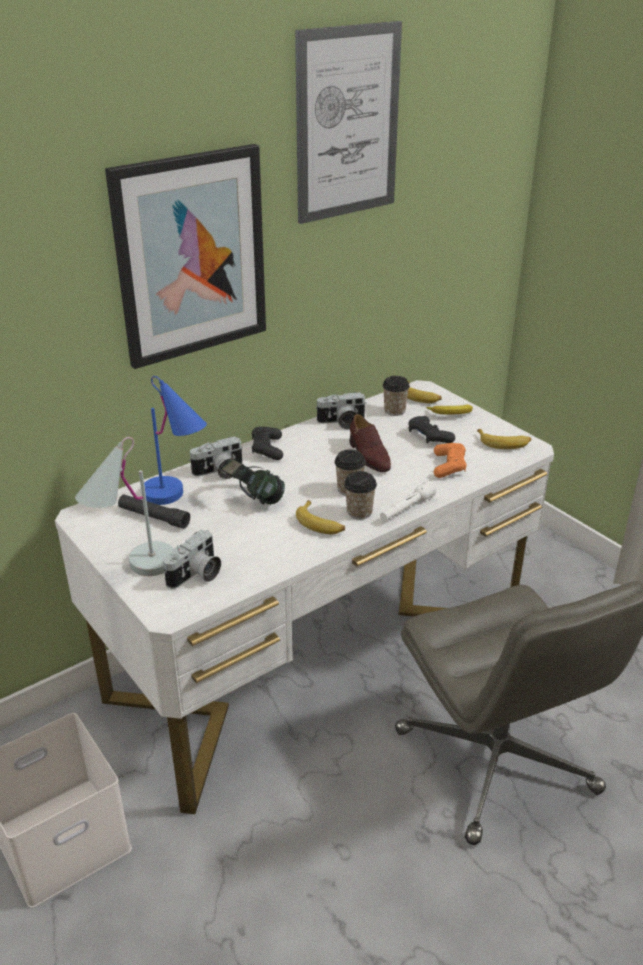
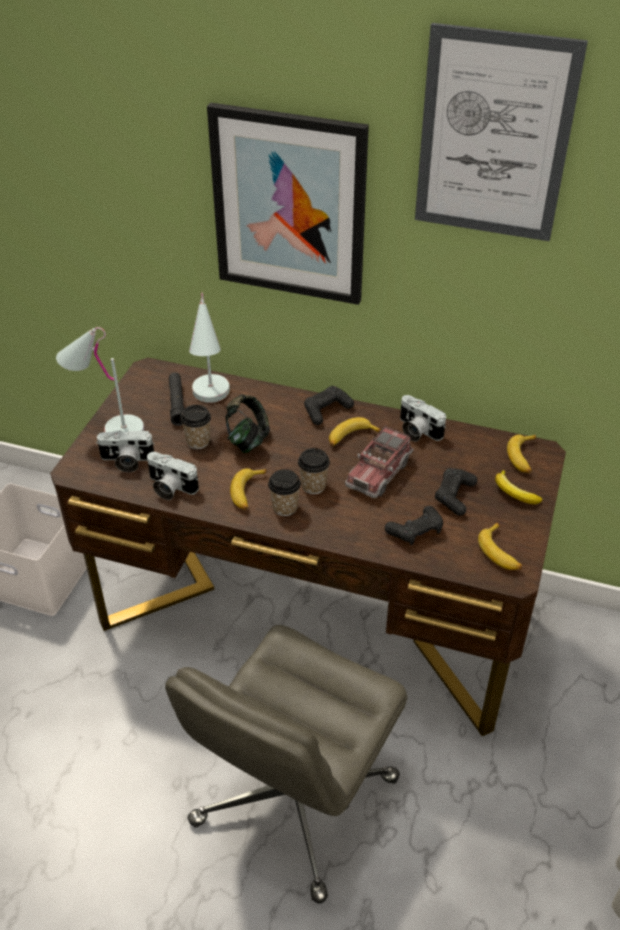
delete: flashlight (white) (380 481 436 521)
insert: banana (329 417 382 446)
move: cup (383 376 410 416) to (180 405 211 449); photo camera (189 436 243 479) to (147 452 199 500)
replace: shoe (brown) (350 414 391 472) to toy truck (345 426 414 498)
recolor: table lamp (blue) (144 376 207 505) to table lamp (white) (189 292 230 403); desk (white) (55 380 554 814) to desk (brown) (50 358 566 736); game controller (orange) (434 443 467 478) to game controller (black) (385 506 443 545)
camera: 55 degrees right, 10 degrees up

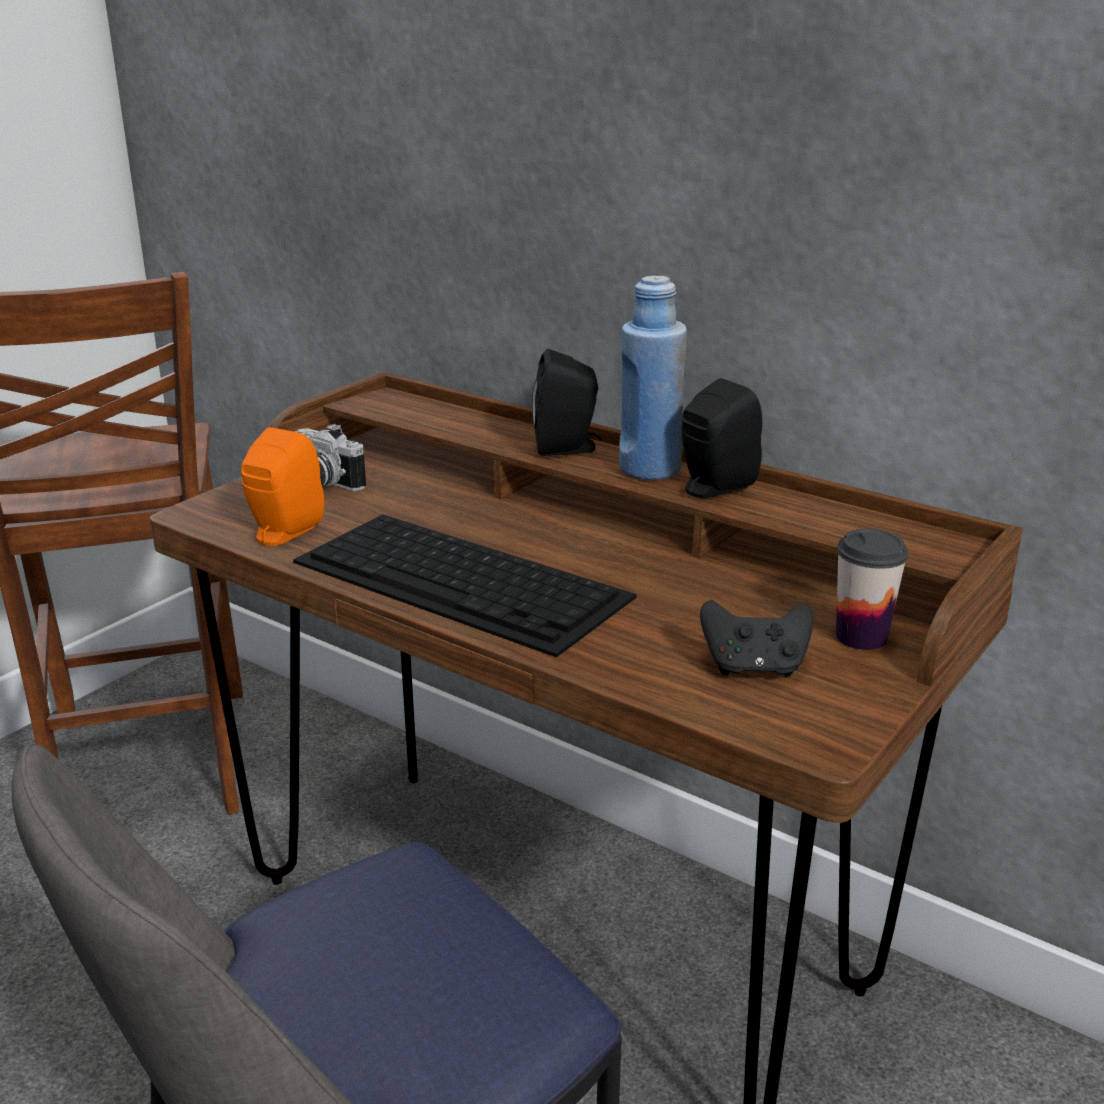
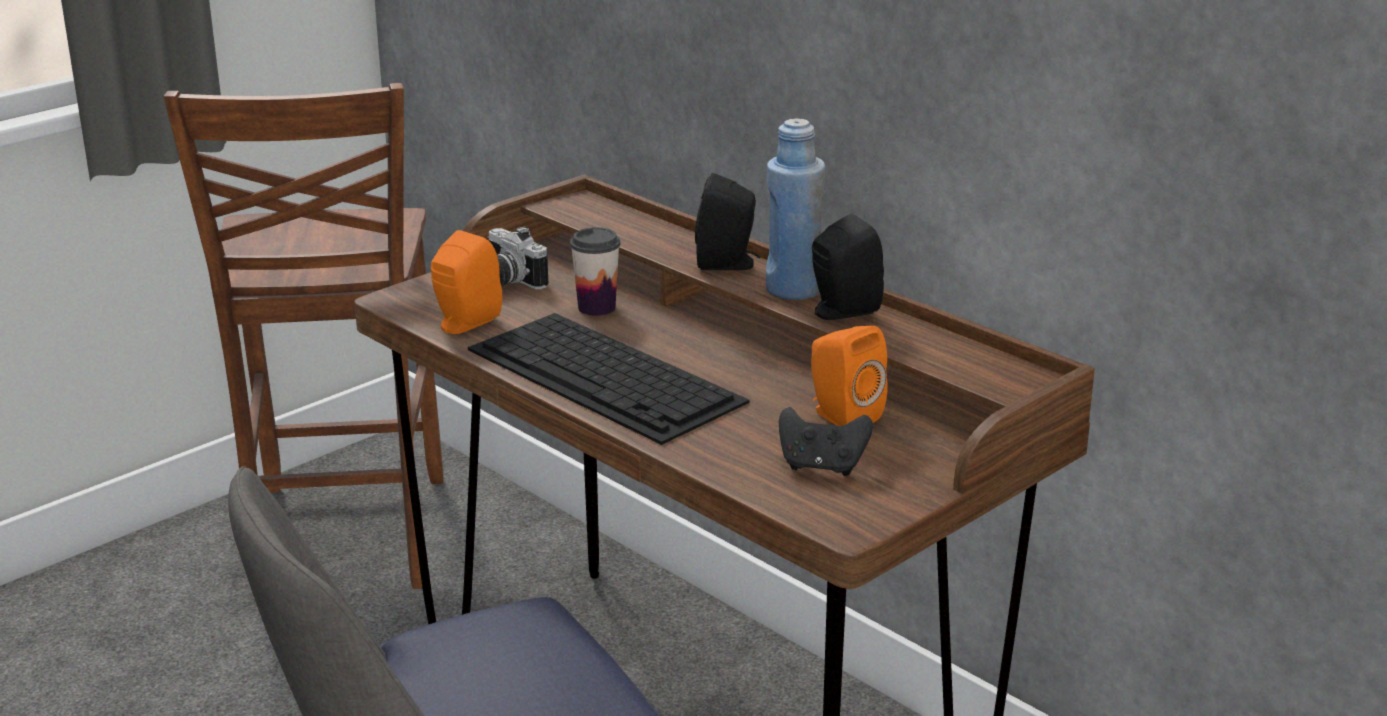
insert: speaker (orange) (811 326 888 426)
move: cup (836 528 909 650) to (570 227 620 316)
camera: 10 degrees right, 0 degrees up

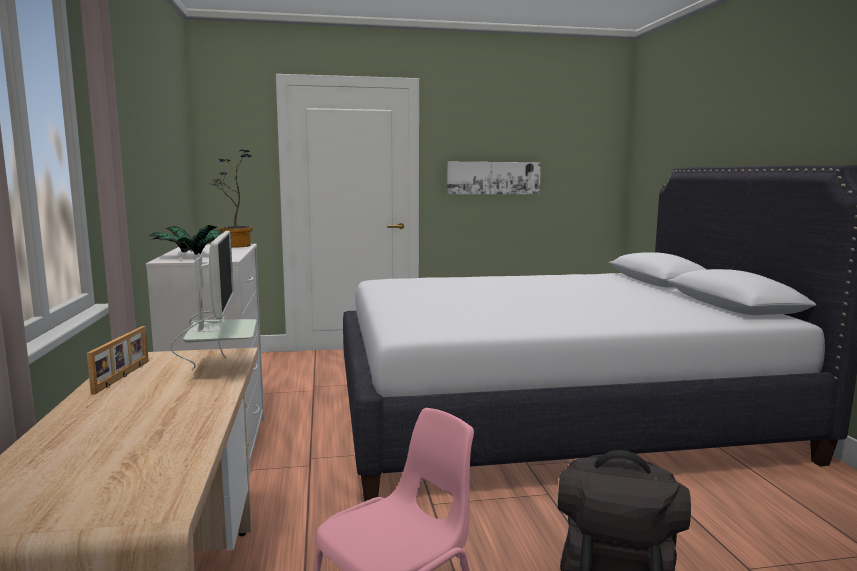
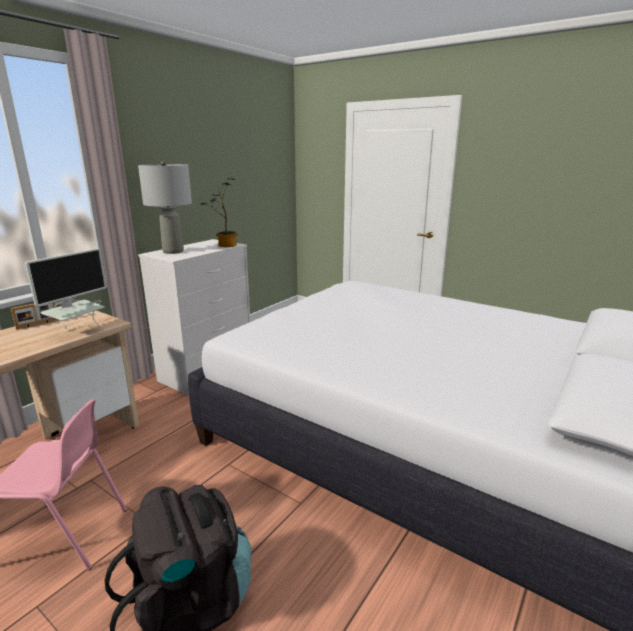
delete: picture (447 162 541 194)
replace: potted plant (149 225 224 255) to table lamp (grey) (138 161 192 254)
camera: 45 degrees right, 10 degrees up

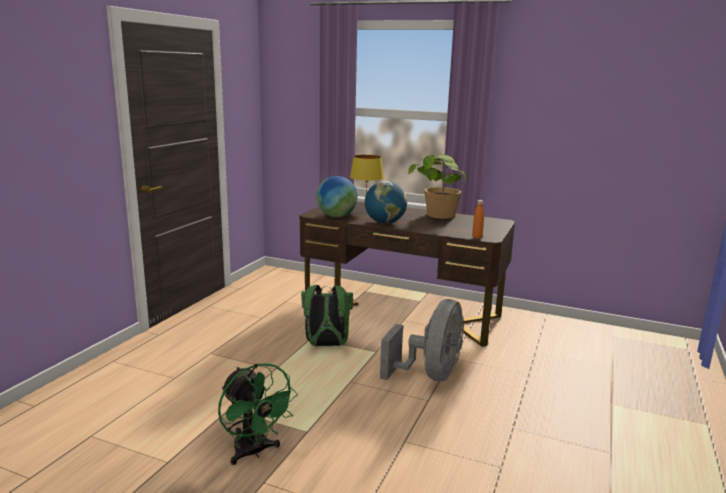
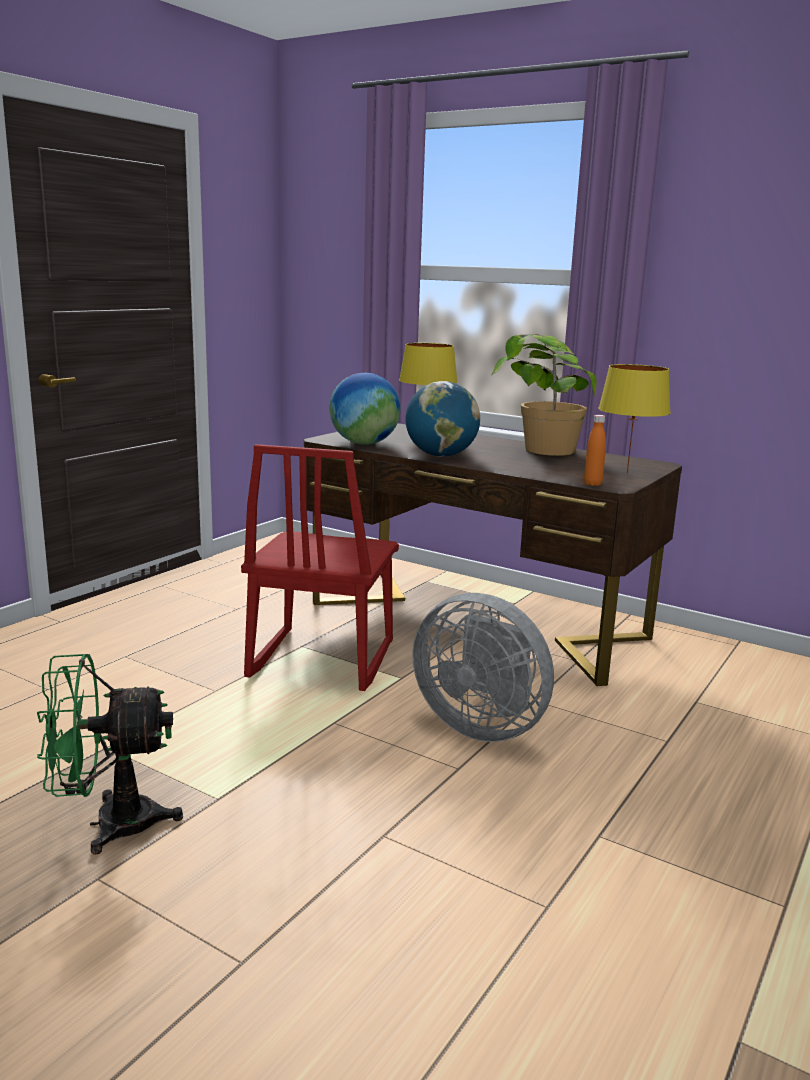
insert: table lamp (yellow) (598 364 671 473)
replace: backpack (green) (301 285 353 346) to chair (red) (241 444 399 691)
rotate: fan (grey) (380 299 464 381) = (412 593 554 742) 90 degrees clockwise; fan (green) (218 363 298 465) = (37 654 183 855) 105 degrees clockwise
camera: 10 degrees right, 0 degrees up

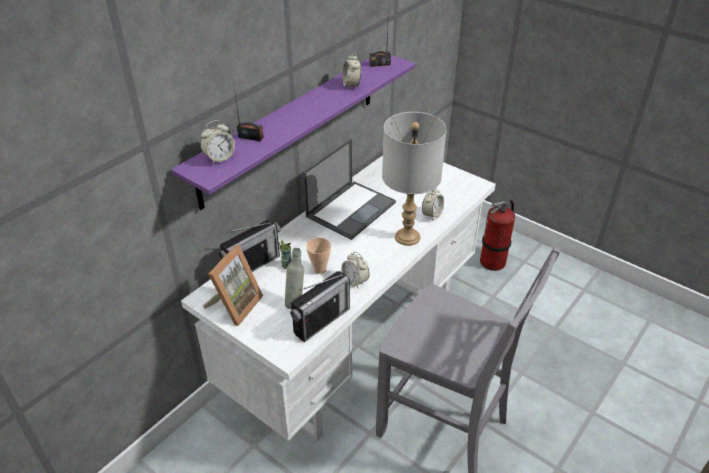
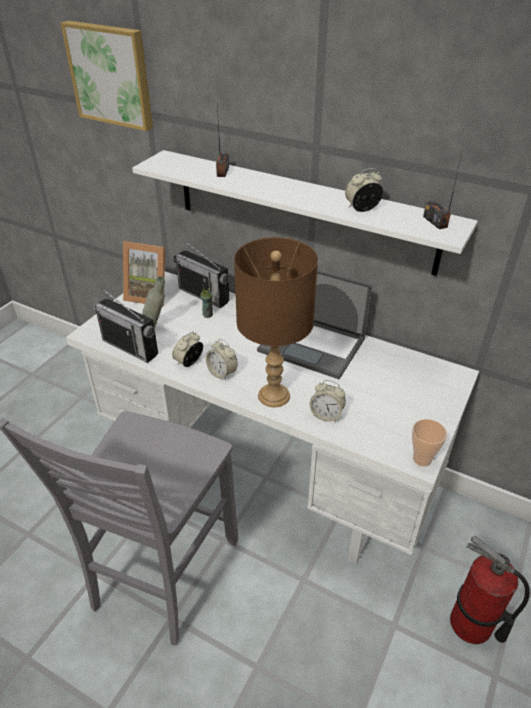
insert: picture (61 21 153 131)
move: alarm clock (200 120 235 164) to (206 339 238 381); cup (306 238 331 274) to (412 419 447 467)
recolor: shelf (purple) (171 55 415 210) to shelf (white) (132 150 478 276); table lamp (grey) (382 112 447 246) to table lamp (brown) (234 237 318 407)
camera: 80 degrees right, 0 degrees up

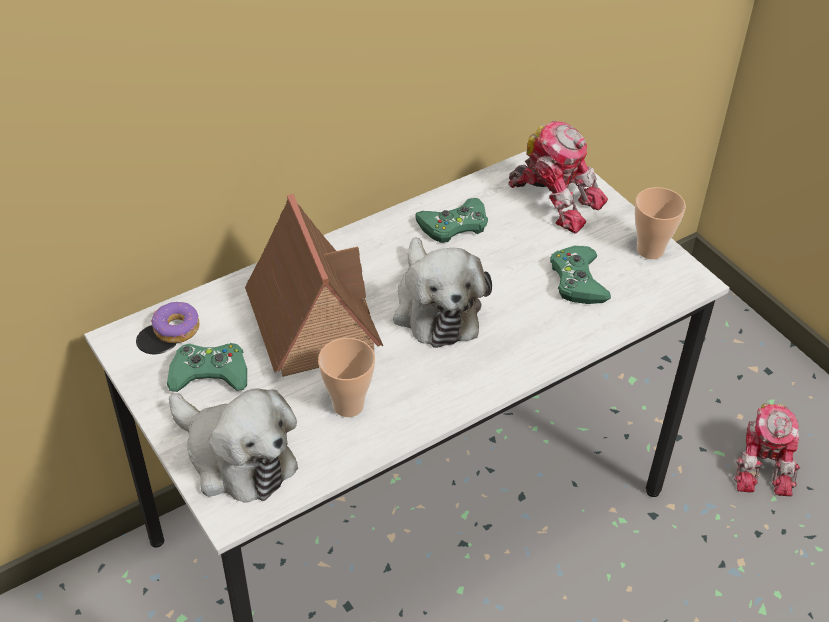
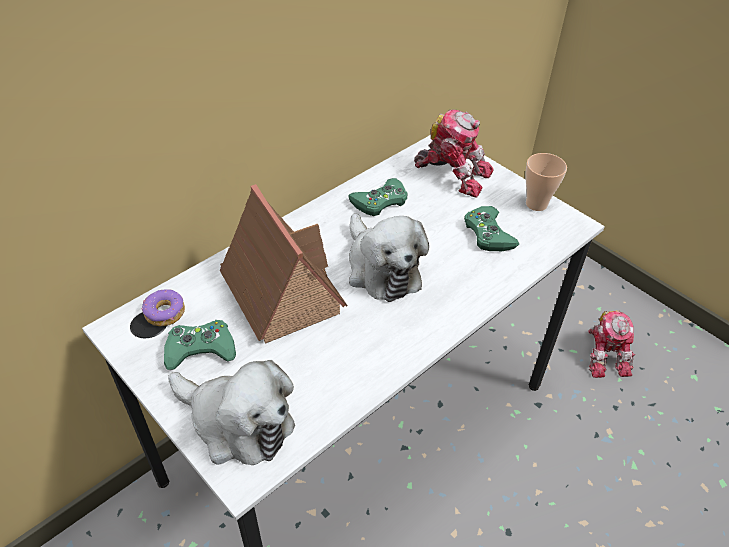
delete: cup (318 338 375 417)
camera: 10 degrees left, 0 degrees up

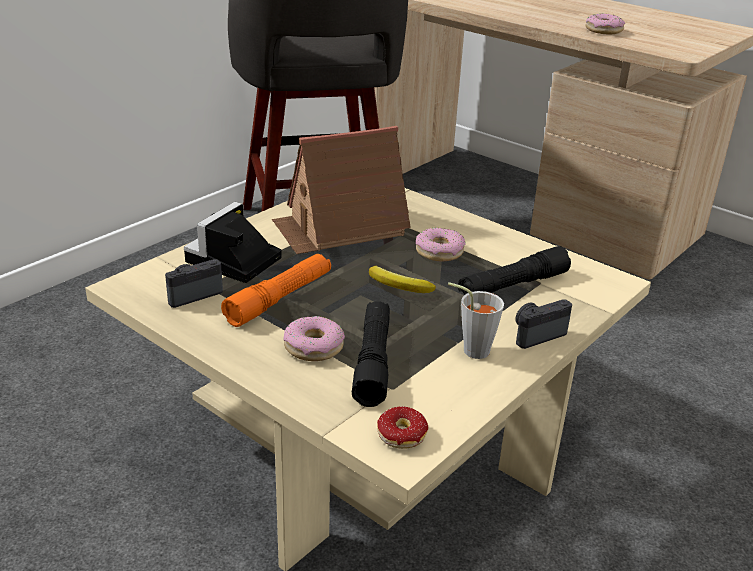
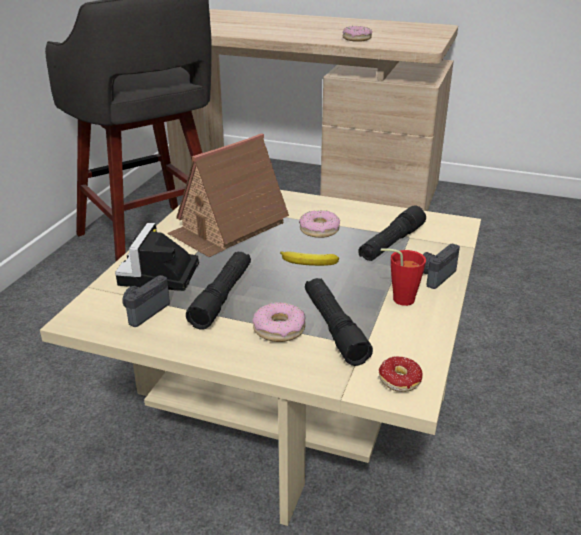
recolor: flashlight (orange) (221 254 331 327) to flashlight (black) (186 252 251 330); cup (grey) (448 282 504 359) to cup (red) (381 248 426 306)
camera: 20 degrees left, 0 degrees up

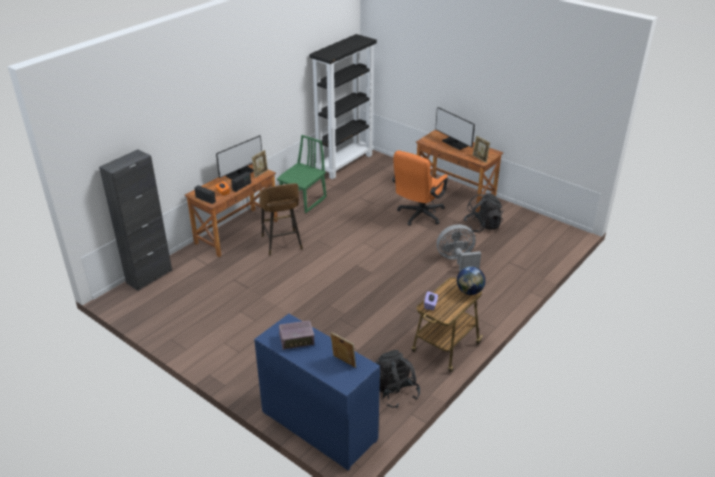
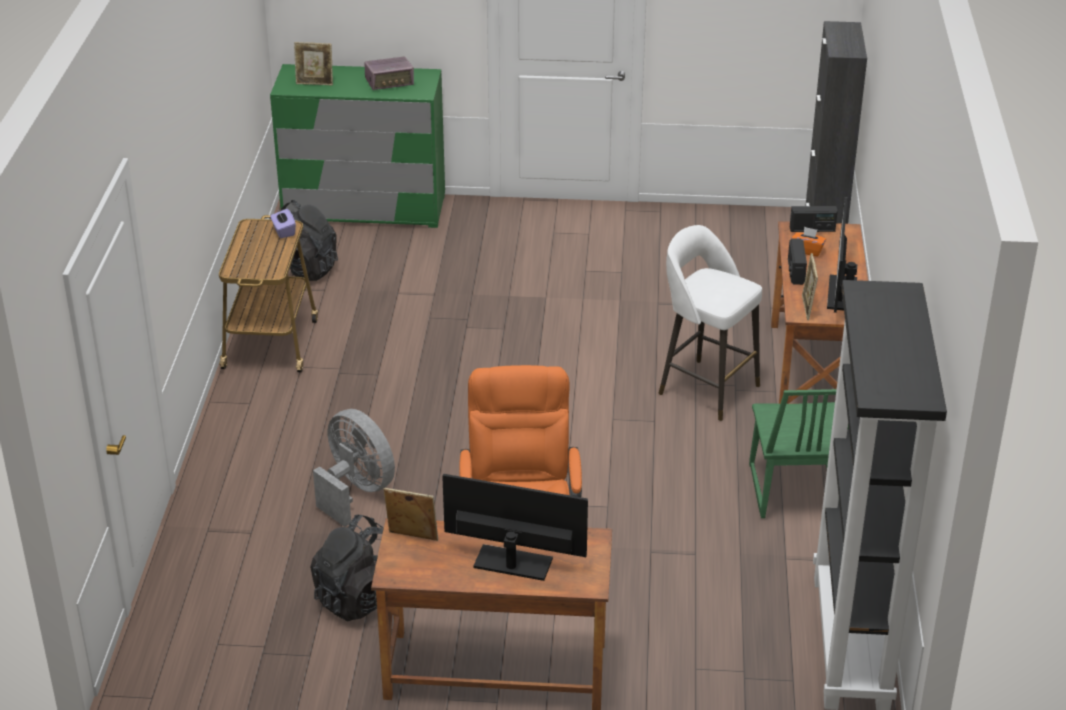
delete: globe (457 266 485 295)
recolor: stool (brown) (259 183 303 255) to stool (white) (658 225 762 421); dresser (blue) (254 314 380 470) to dresser (green) (270 64 445 228)
rotate: fan (grey) (437 224 481 271) = (313 409 395 527) 90 degrees counterclockwise; radio (279 320 314 350) = (365 56 414 90) 150 degrees counterclockwise
camera: 145 degrees right, 0 degrees up

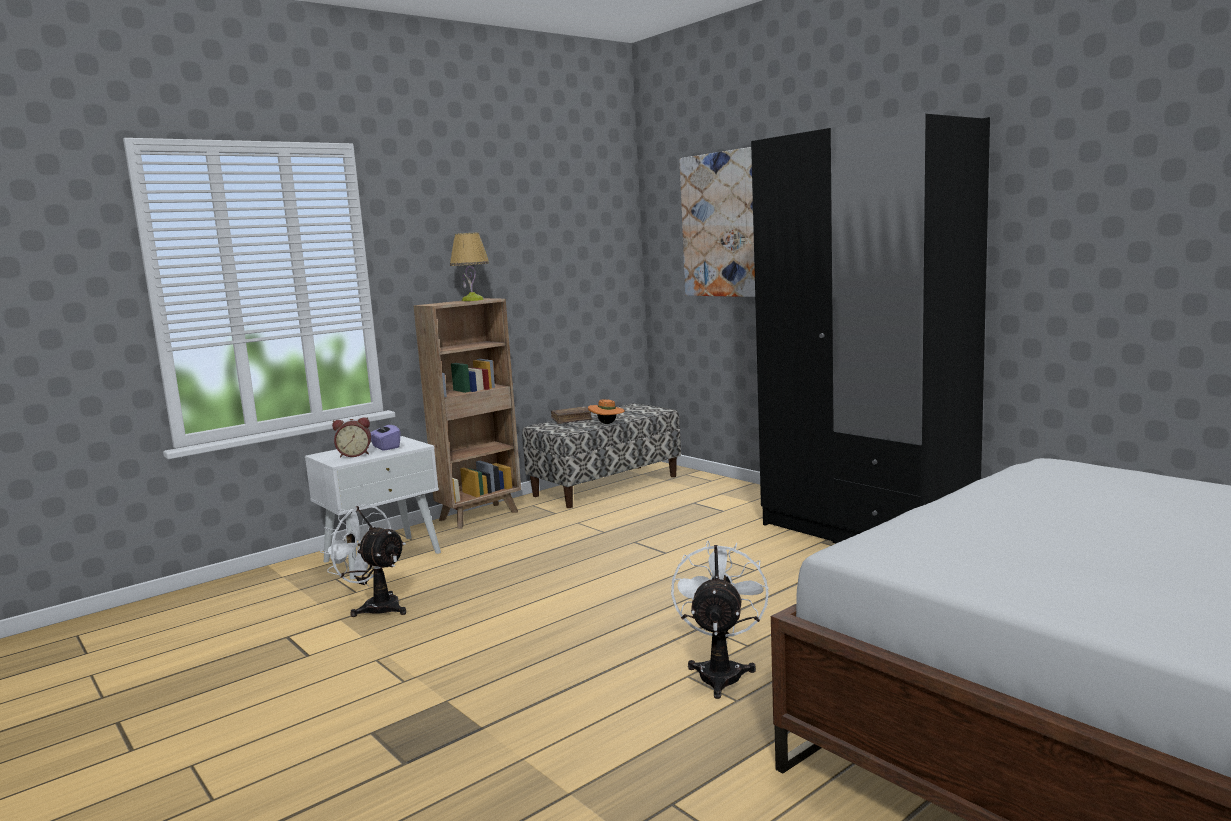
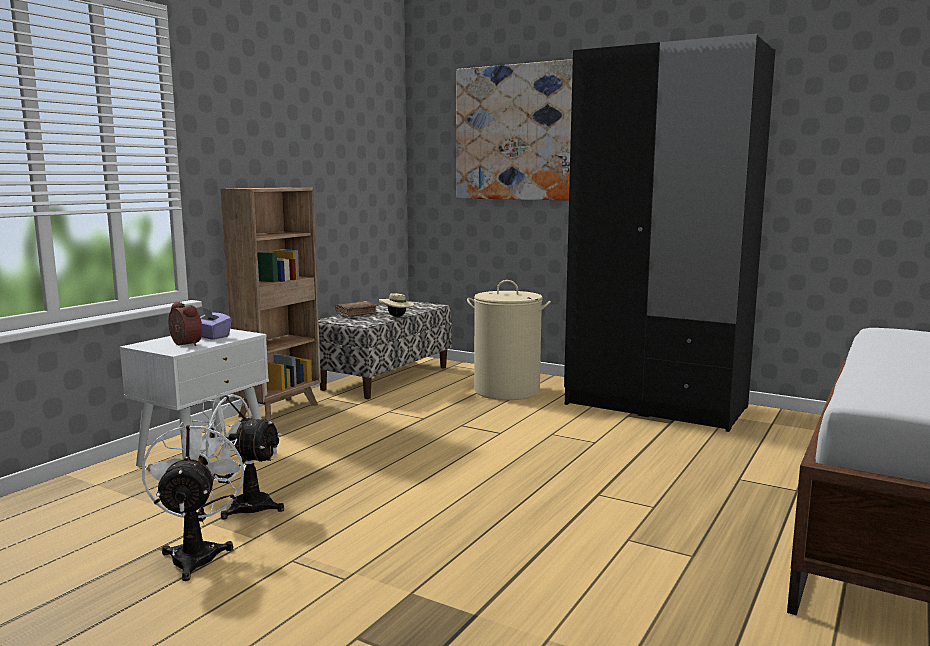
delete: table lamp (450 232 489 301)
insert: laundry basket (beige) (467 280 551 400)
move: fan (white) (671 540 769 699) to (142 422 246 581)
recolor: hat (orange) (588 399 625 424) to hat (beige) (379 293 415 317)
rotate: alarm clock (332 417 371 457) = (168 302 202 346) 105 degrees counterclockwise
camera: 20 degrees left, 0 degrees up

